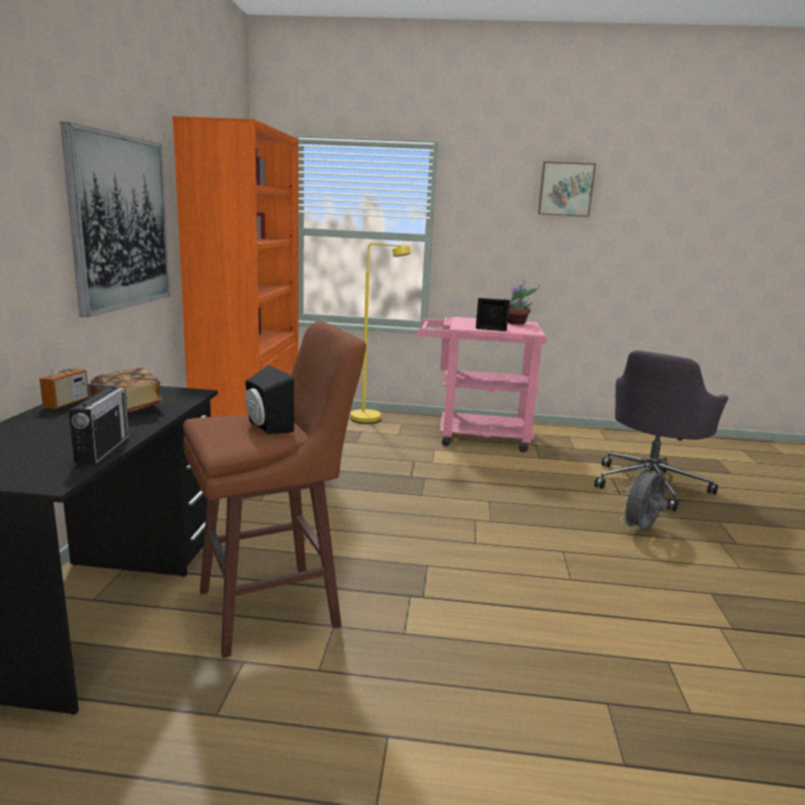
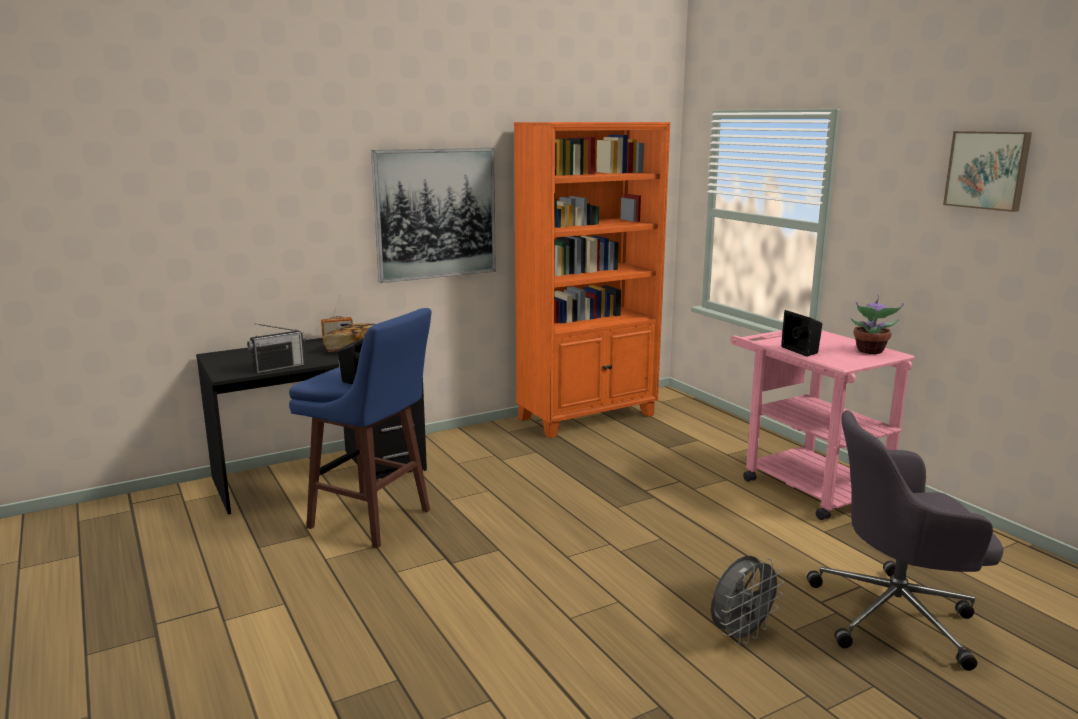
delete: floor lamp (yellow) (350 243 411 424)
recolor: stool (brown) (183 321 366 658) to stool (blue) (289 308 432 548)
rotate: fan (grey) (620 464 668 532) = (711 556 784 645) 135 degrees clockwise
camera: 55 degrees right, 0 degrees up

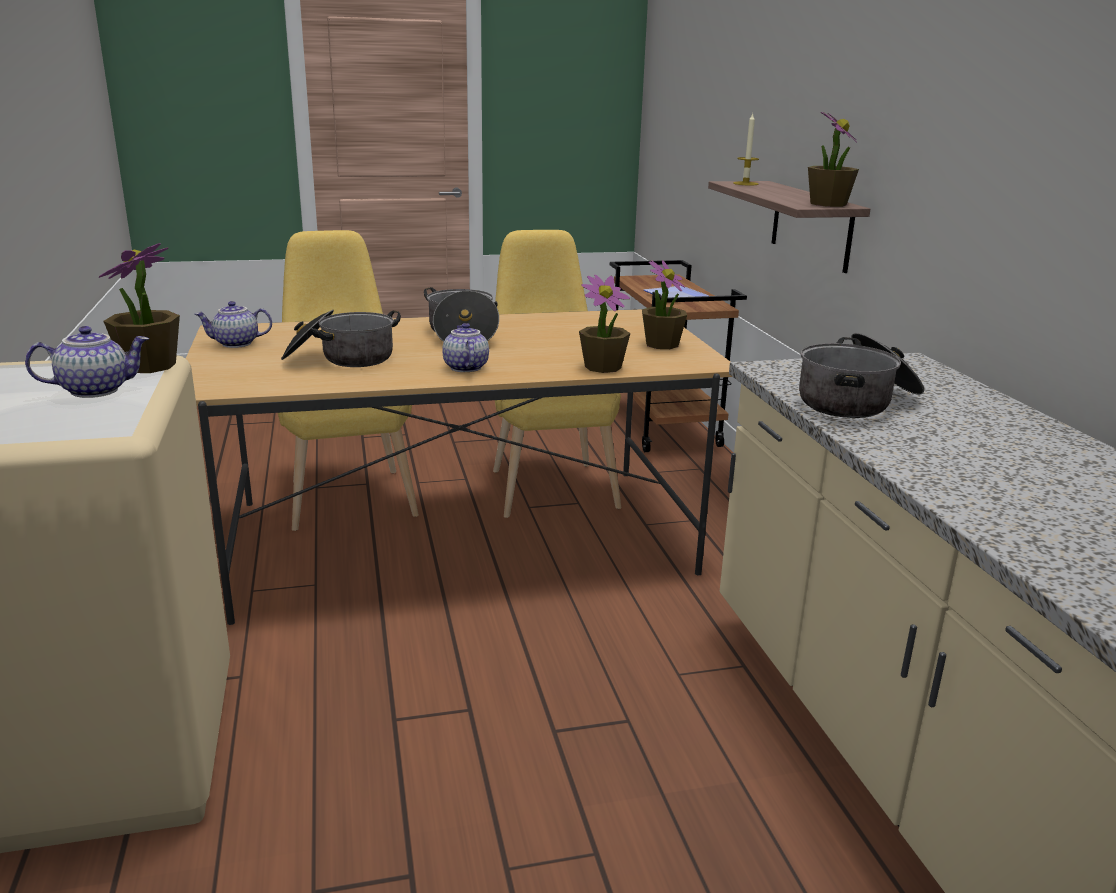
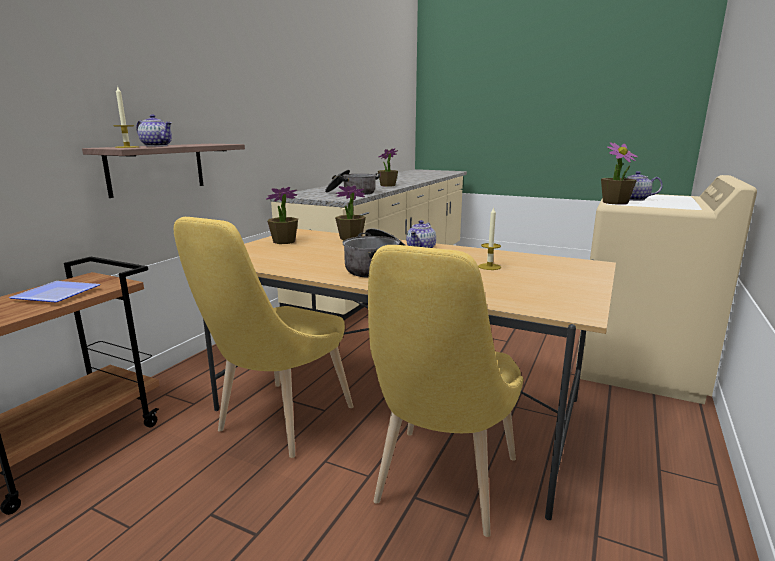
move: potted plant (808 112 859 207) to (378 148 398 187); teapot (195 301 272 348) to (136 114 172 147)
replace: cooking pot (281 310 401 367) to candle (478 207 501 270)
camera: 140 degrees left, 5 degrees down

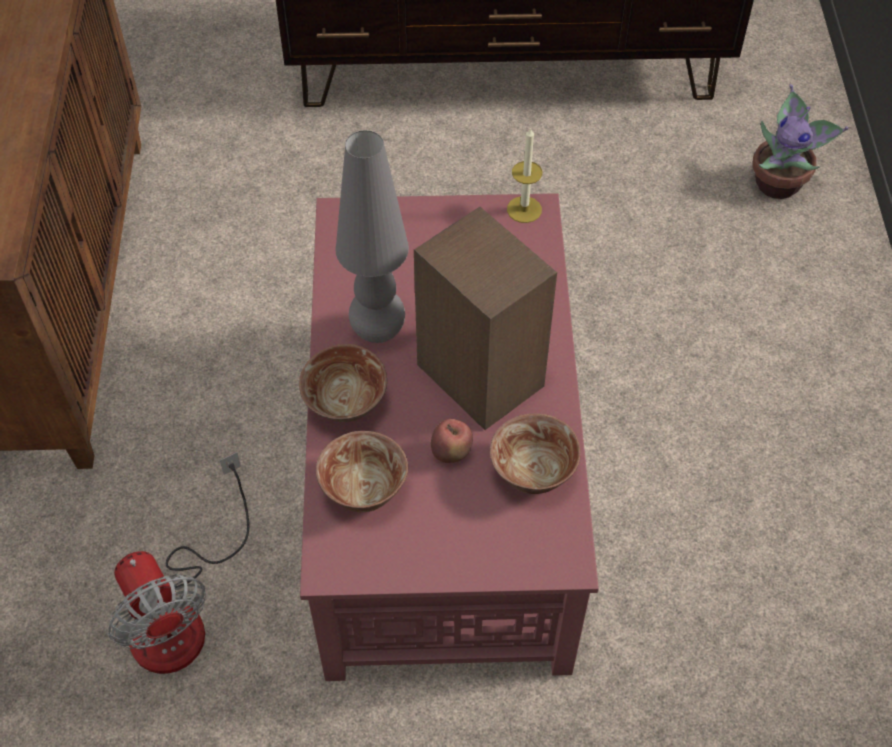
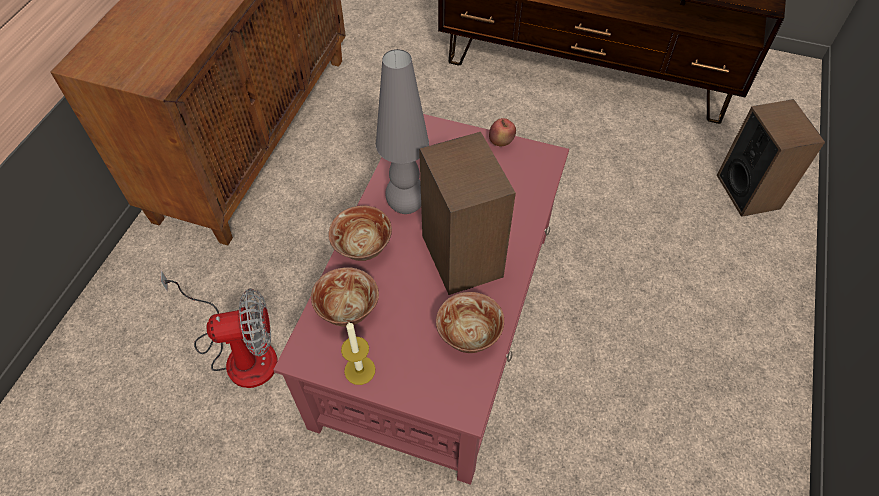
move: candle (507 127 542 223) to (341 322 375 385); apple (431 419 473 463) to (489 118 516 146)
replace: potted plant (753 84 849 199) to speaker (717 99 825 217)
rotate: fan (108 452 250 674) = (161 270 278 388) 90 degrees counterclockwise
camera: 20 degrees right, 0 degrees up

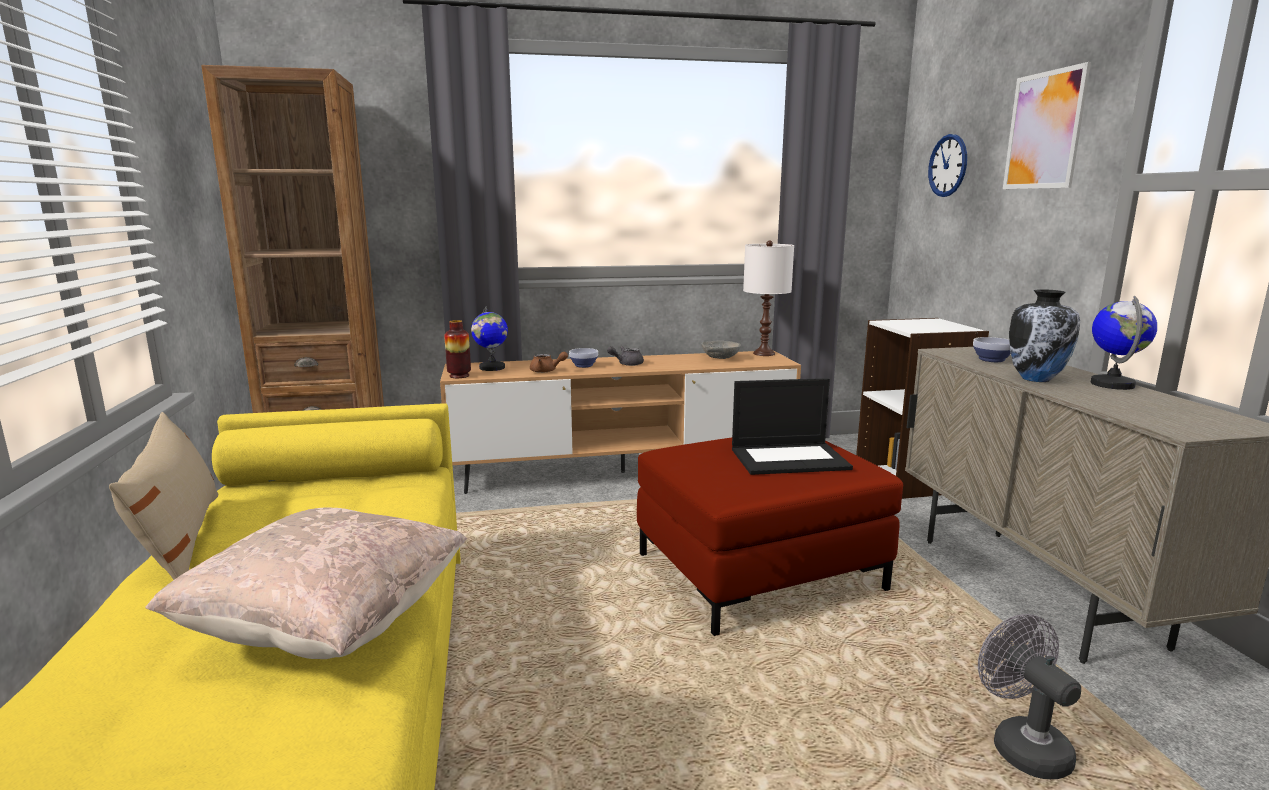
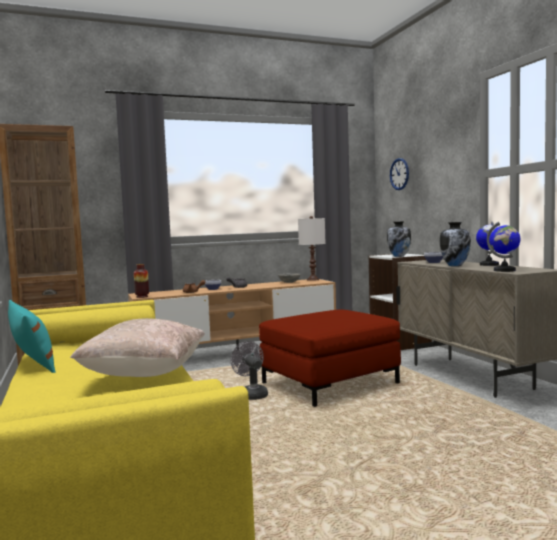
delete: picture (1003 62 1091 189); laptop (732 378 853 475)
insert: vase (387 221 411 257)
move: globe (471 306 508 371) to (487 222 521 272); fan (grey) (978 614 1081 779) to (231 341 268 400)
recolor: pillow (beige) (109 412 218 580) to pillow (turquoise) (8 300 56 373)
camera: 10 degrees left, 10 degrees down

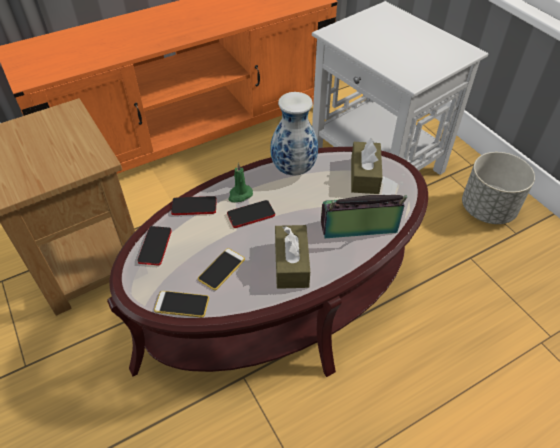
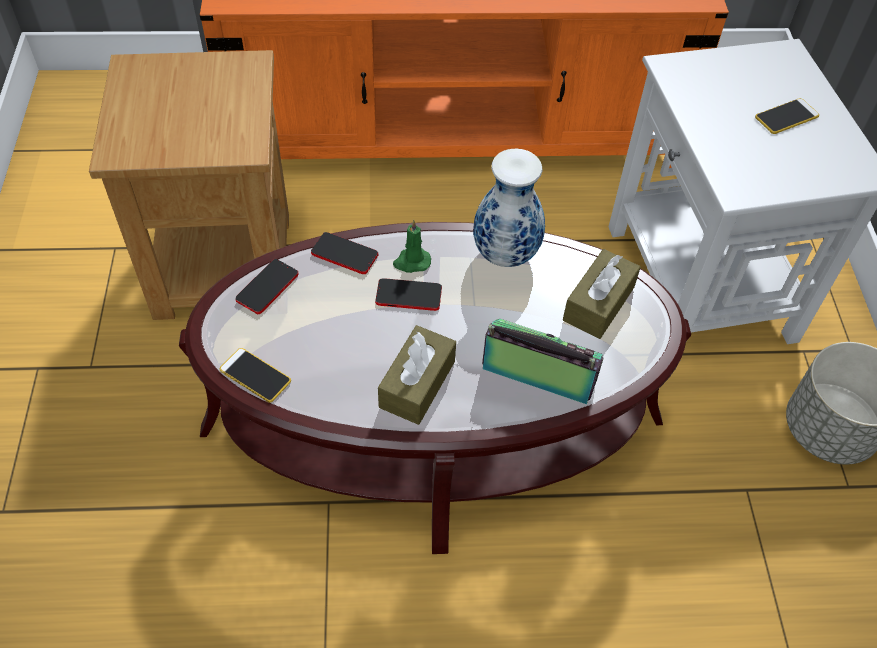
move: phone (198 248 245 290) to (755 98 819 134)
camera: 25 degrees right, 5 degrees up

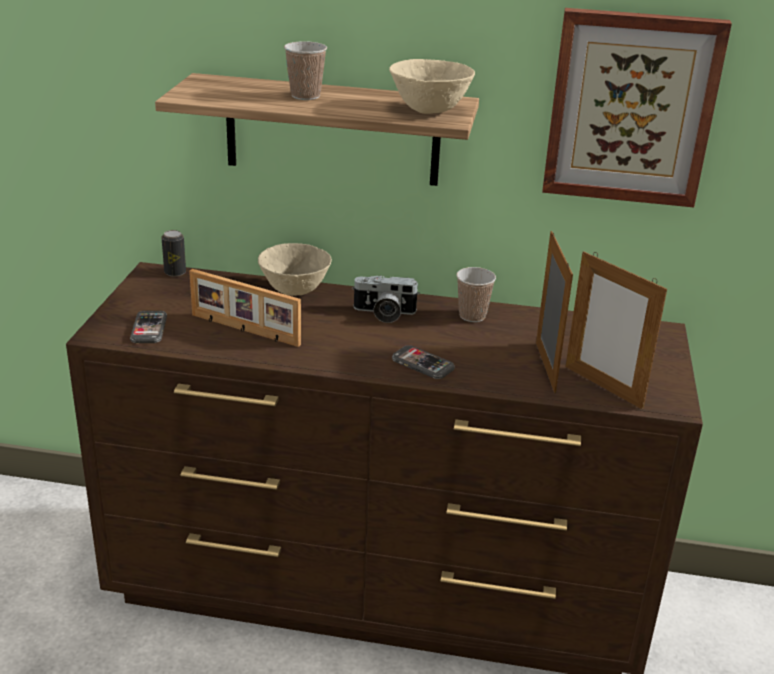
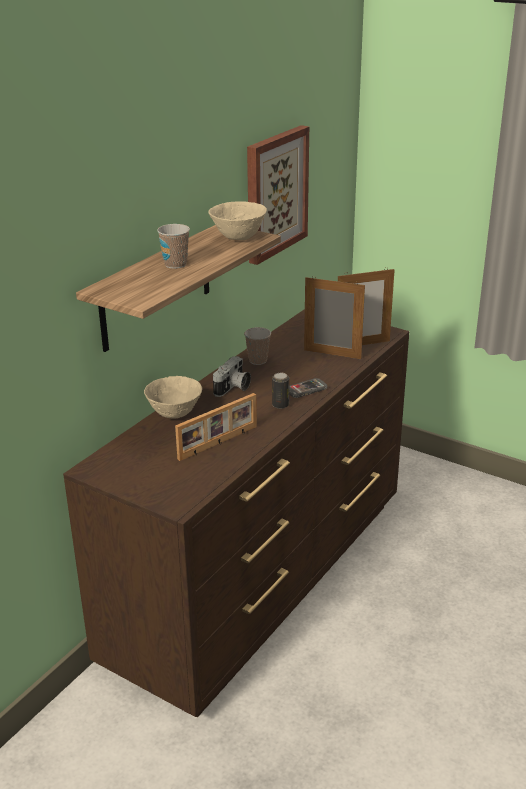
delete: phone (130 311 167 343)
move: can (161 230 186 277) to (272 373 289 409)
camera: 65 degrees left, 0 degrees up

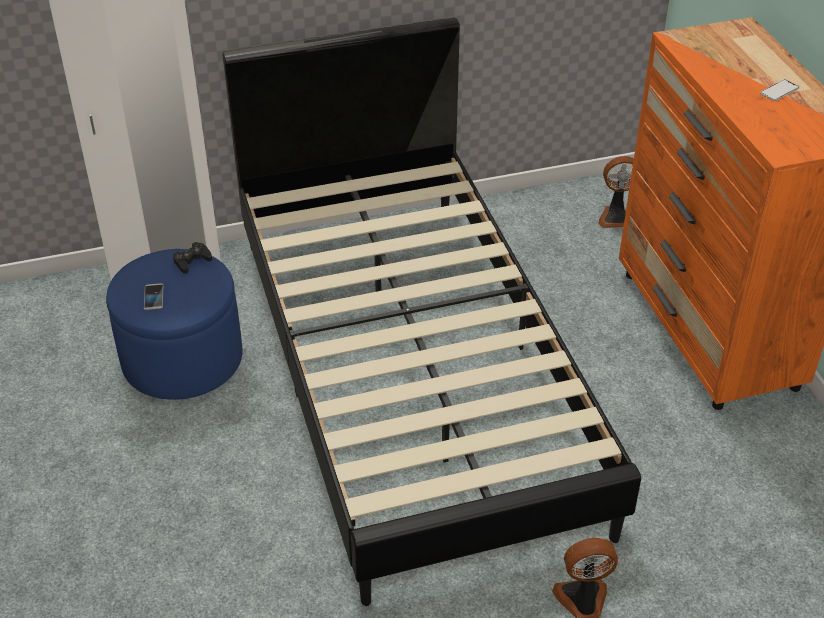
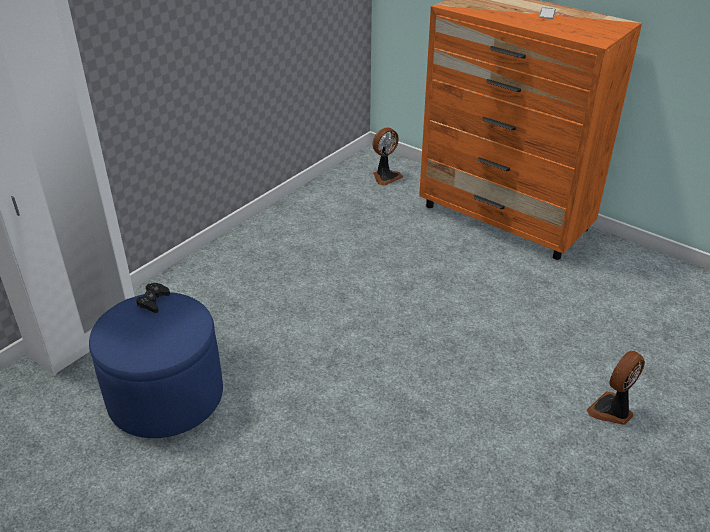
delete: bed (black) (222 17 641 606); phone (144 284 163 310)
camera: 35 degrees left, 5 degrees down

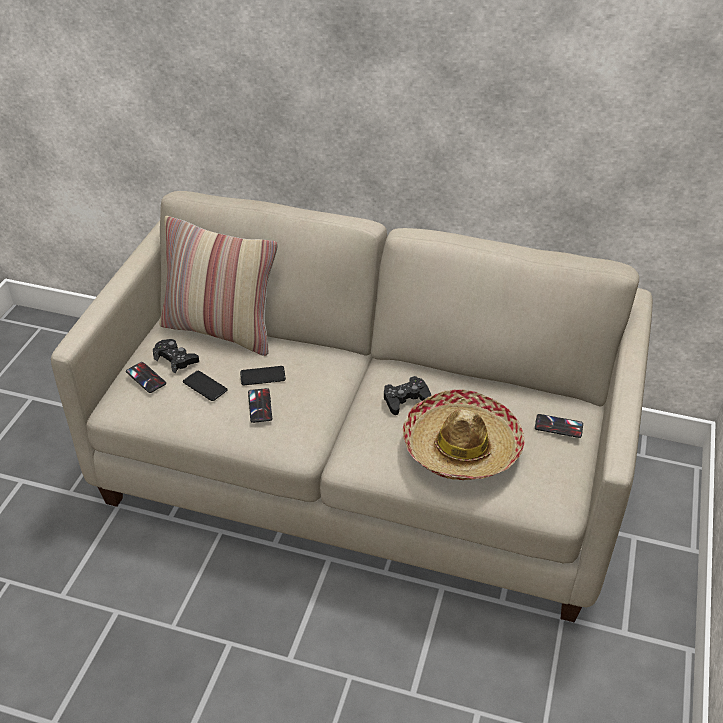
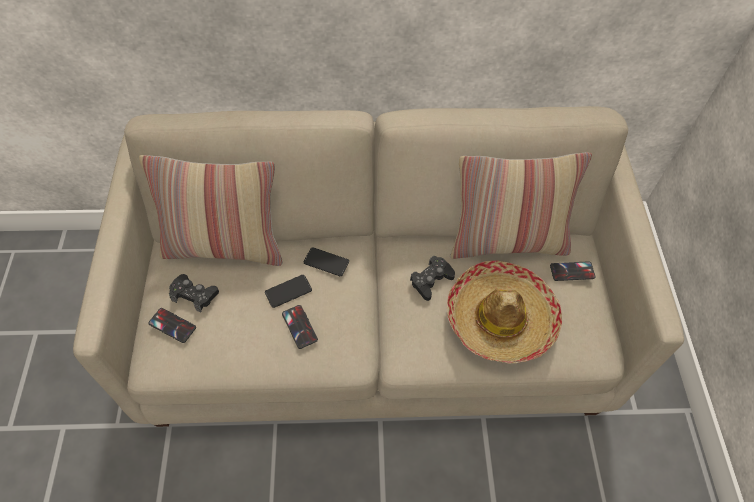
insert: pillow (450 152 592 259)
move: phone (183 371 228 401) to (304 247 349 276)
camera: 20 degrees left, 15 degrees up

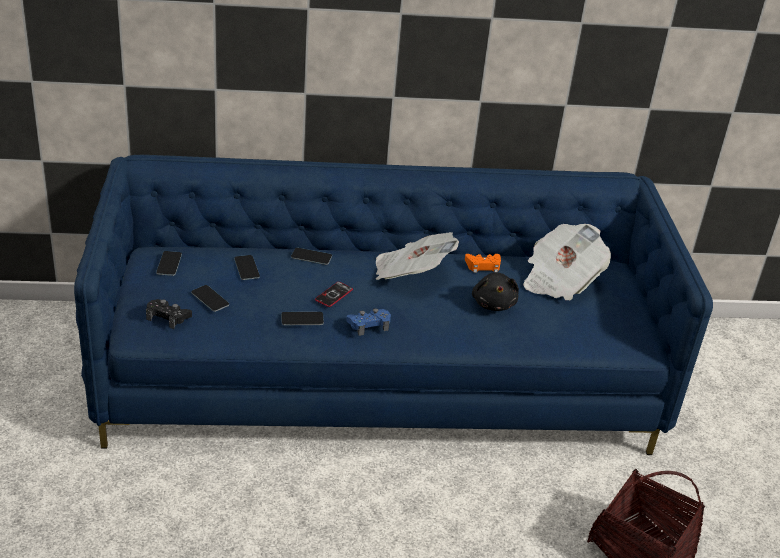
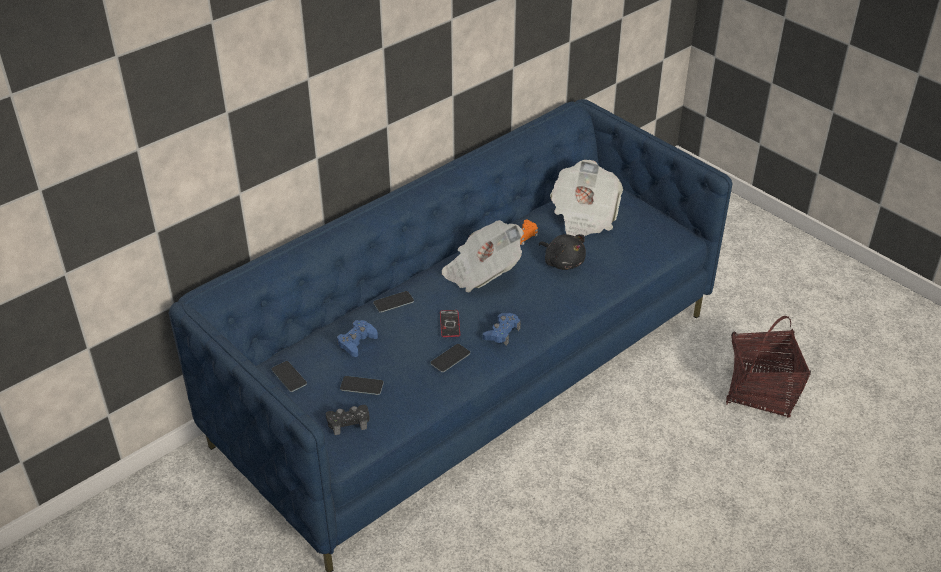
replace: phone (234 255 260 280) to game controller (blue) (337 320 378 357)
camera: 35 degrees left, 5 degrees up

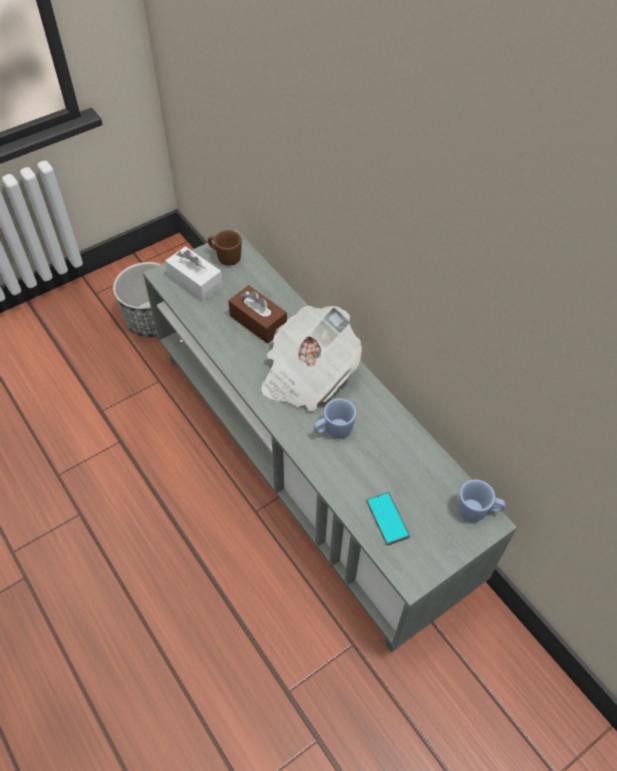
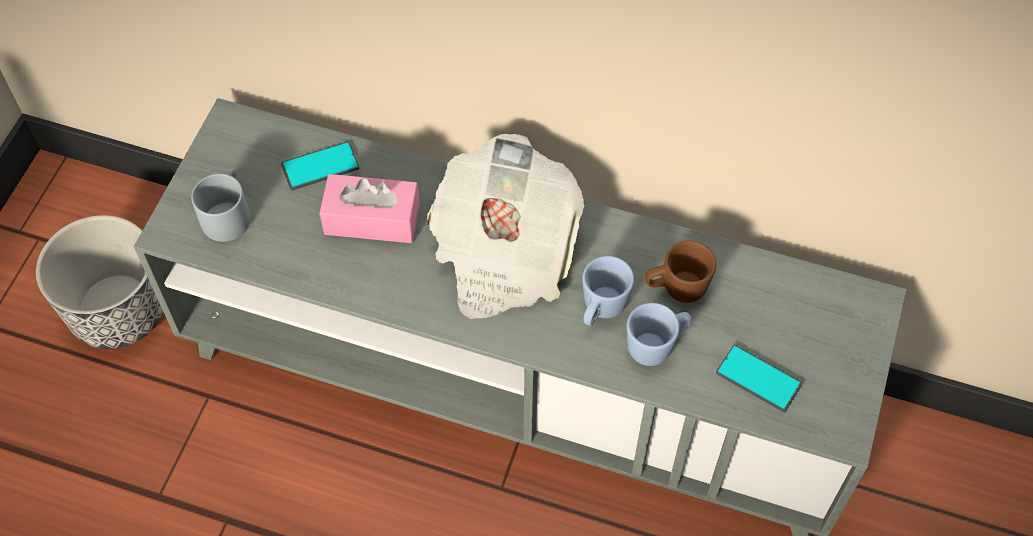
insert: phone (281 141 359 190)
move: mug (brown) (208 230 242 266) to (645 241 716 303); mug (blue) (458 480 506 522) to (627 303 692 366)
replace: tissue box (white) (165 246 223 301) to mug (grey) (191 168 251 242)
recolor: tissue box (brown) (228 285 287 343) to tissue box (pink) (319 174 420 243)
camera: 35 degrees left, 5 degrees up

